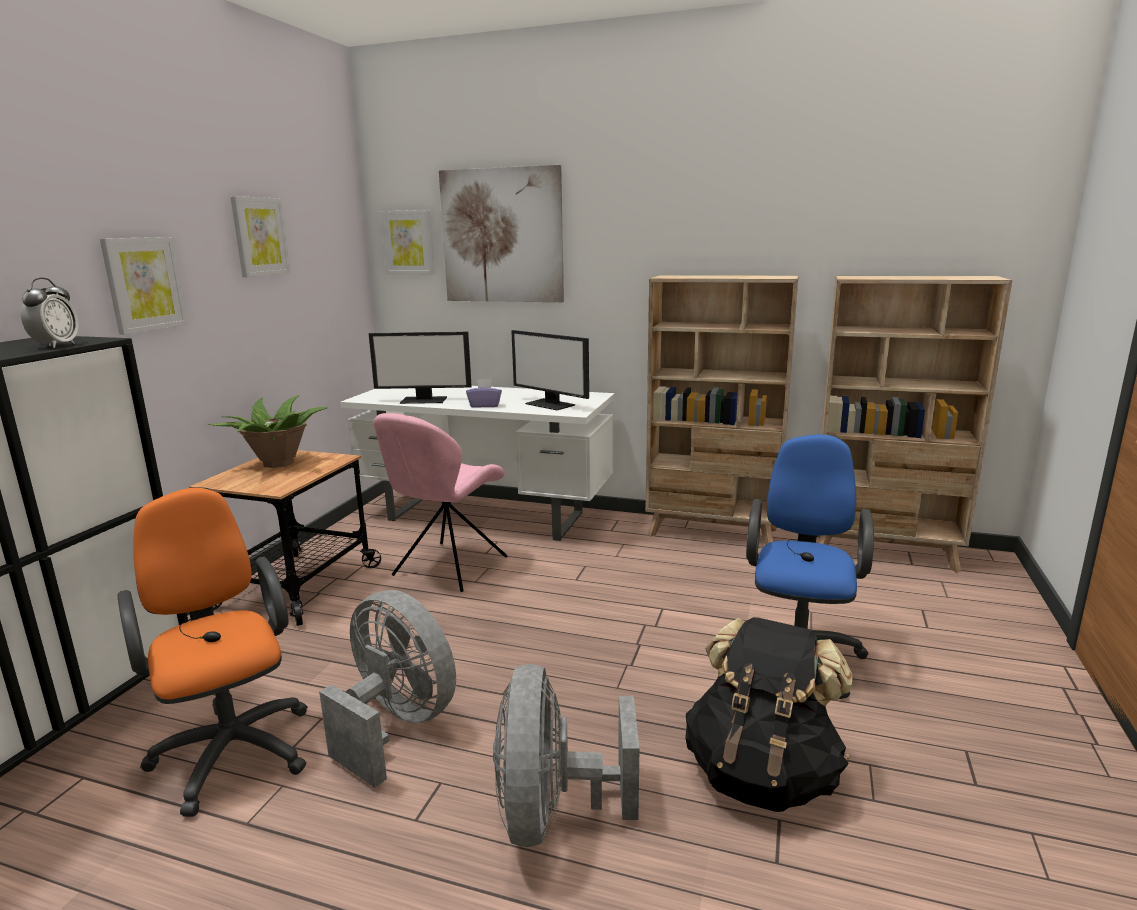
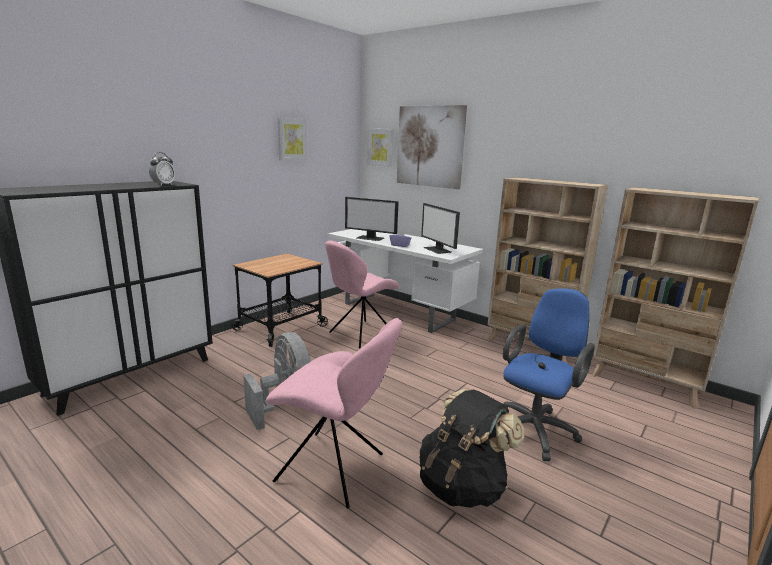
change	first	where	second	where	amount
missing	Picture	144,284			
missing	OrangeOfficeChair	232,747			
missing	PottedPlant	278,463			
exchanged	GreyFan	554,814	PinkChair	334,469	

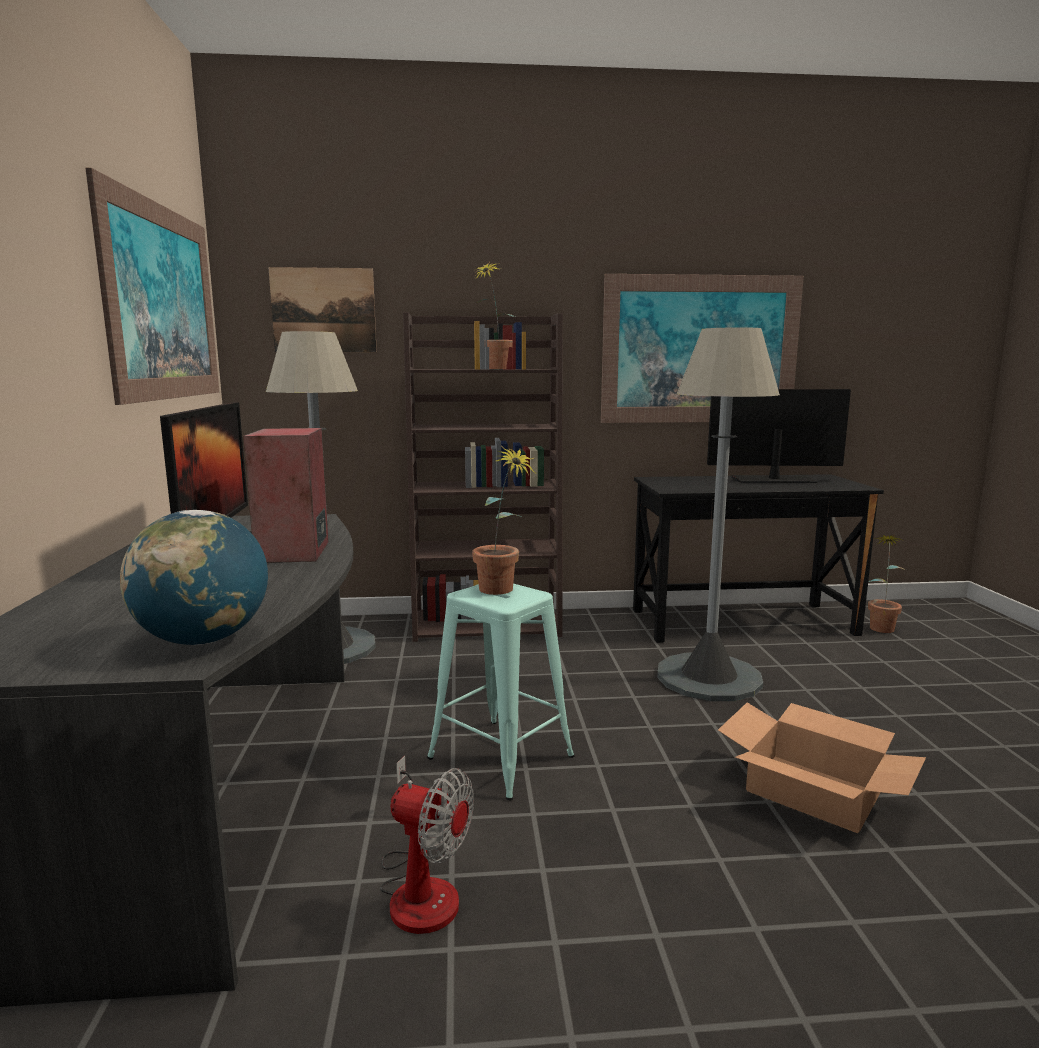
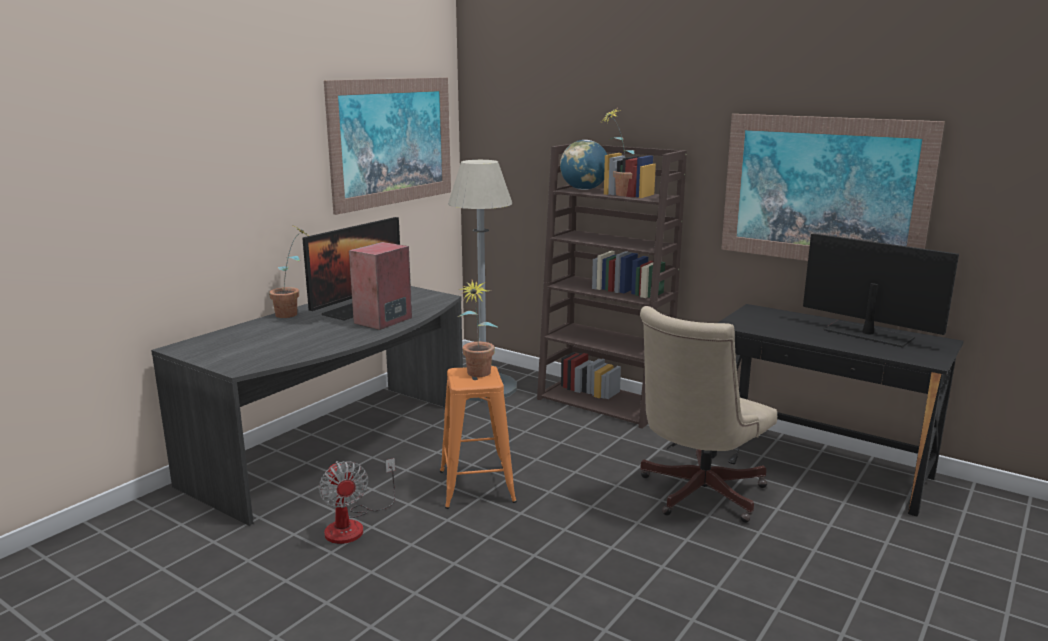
change	first	where	second	where	amount
relocated	Globe	203,640		584,189	
missing	Picture	323,310			
colour	TurquoiseStool	500,757	OrangeStool	476,486	
exchanged	GreyFloorLamp	709,678	BeigeOfficeChair	696,495	
missing	CardboardBox	813,791			
relocated	PottedPlant	881,626		293,313	

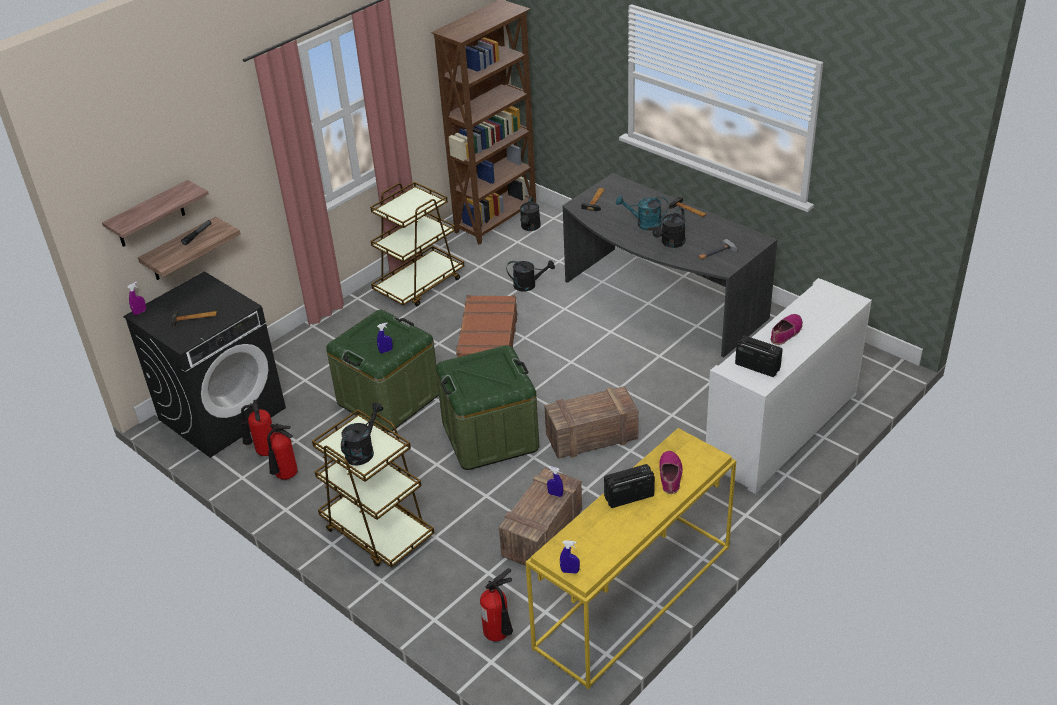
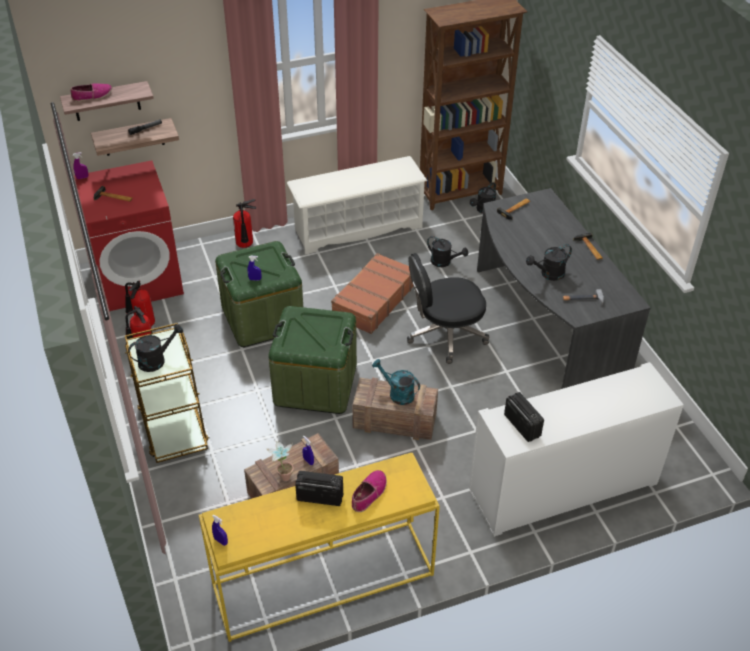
change	first	where	second	where	amount
colour	BlackWashingMachine	222,413	RedWashingMachine	138,279	
exchanged	BrownCart	420,285	WhiteShoeRack	357,228	
relocated	FireExtinguisher	500,635		246,246	
relocated	TurquoiseWateringCan	644,224		397,393	
relocated	Shoe	786,333		92,96	
appeared			PottedPlant	283,475	
appeared			BlackOfficeChair	445,335	

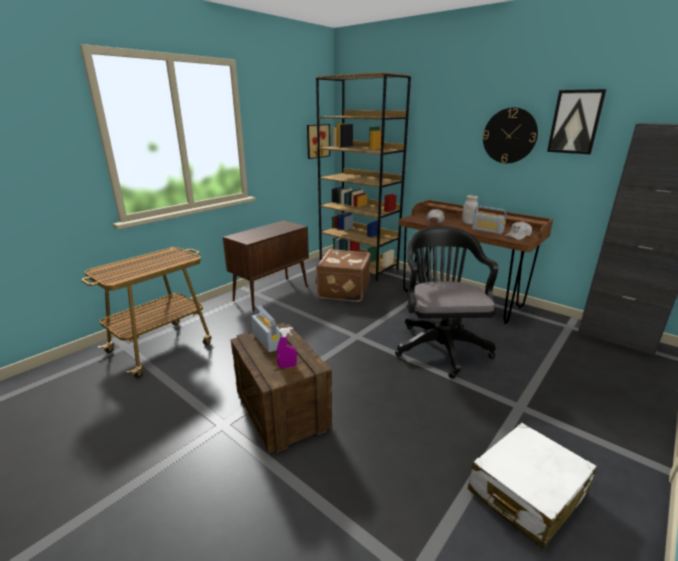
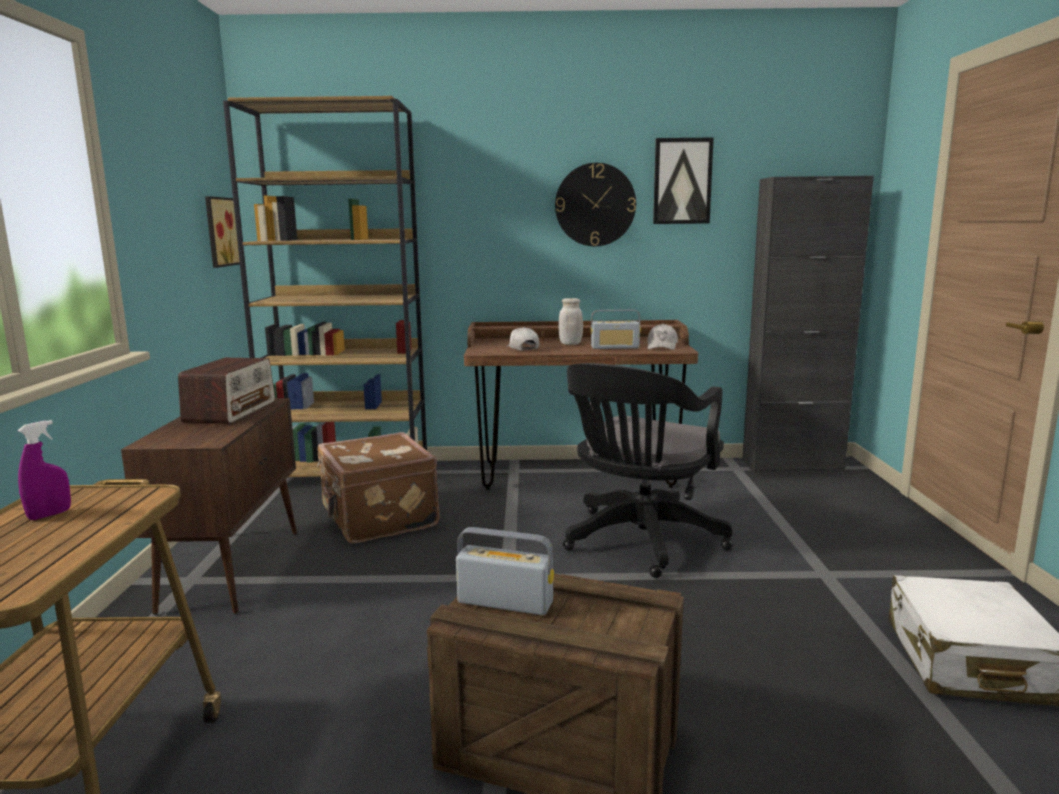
change	first	where	second	where	amount
relocated	PurpleSprayBottle	287,366		49,515	
spun	BlackOfficeChair	440,345		639,542	105 degrees counterclockwise
appeared			Radio	231,411	

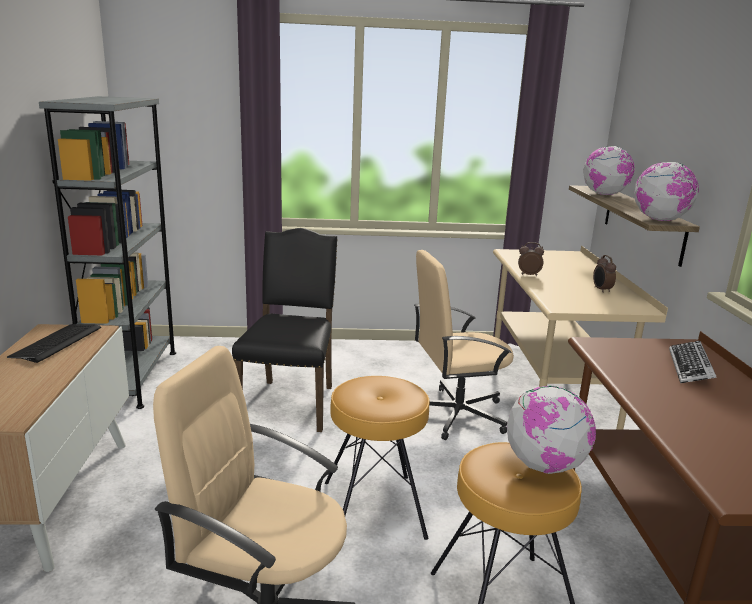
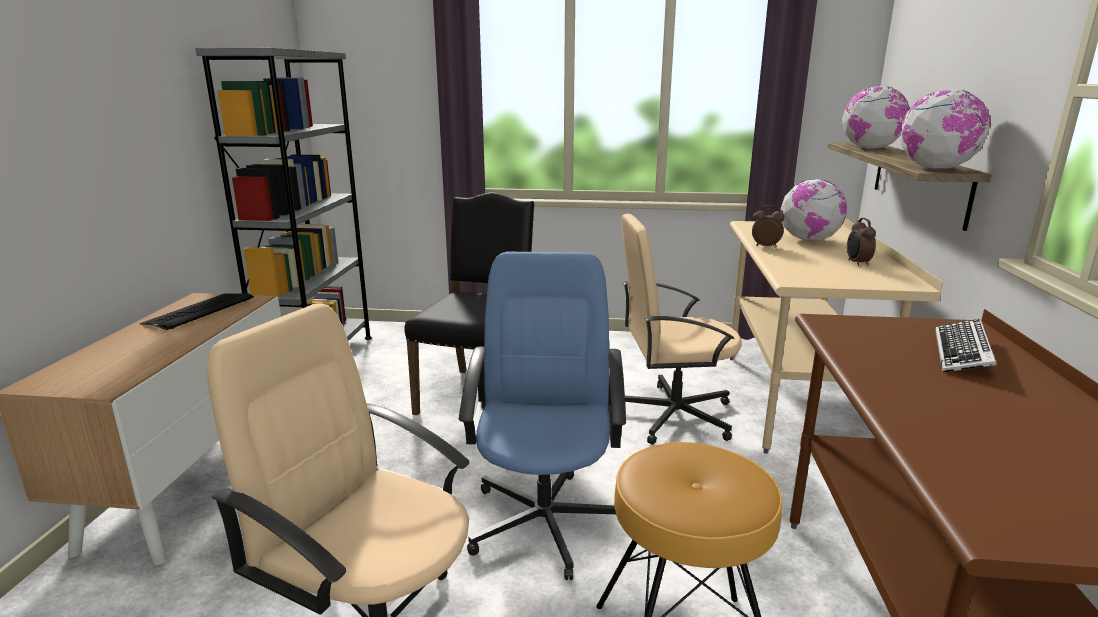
change	first	where	second	where	amount
exchanged	BrownStool	374,508	BlueOfficeChair	545,520	
relocated	Globe	545,465		809,240	

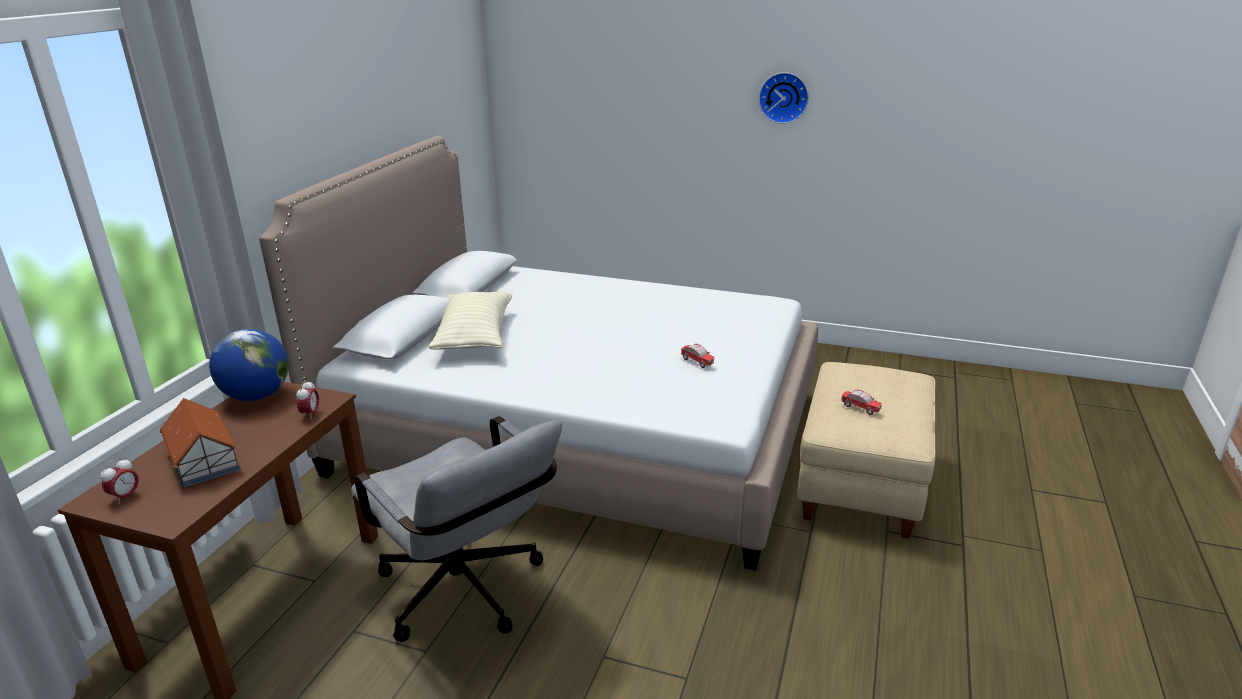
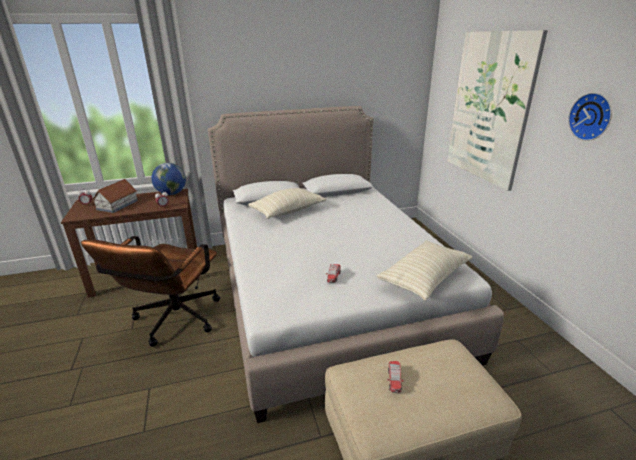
change	first	where	second	where	amount
colour	GreyOfficeChair	468,596	BrownOfficeChair	173,322	
appeared			BeigePillow	424,278	
appeared			Picture	489,108	

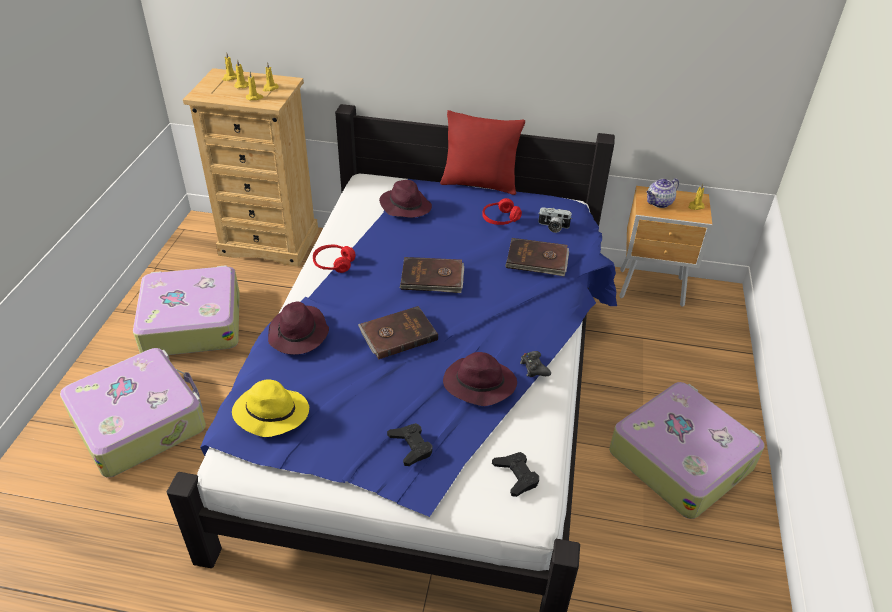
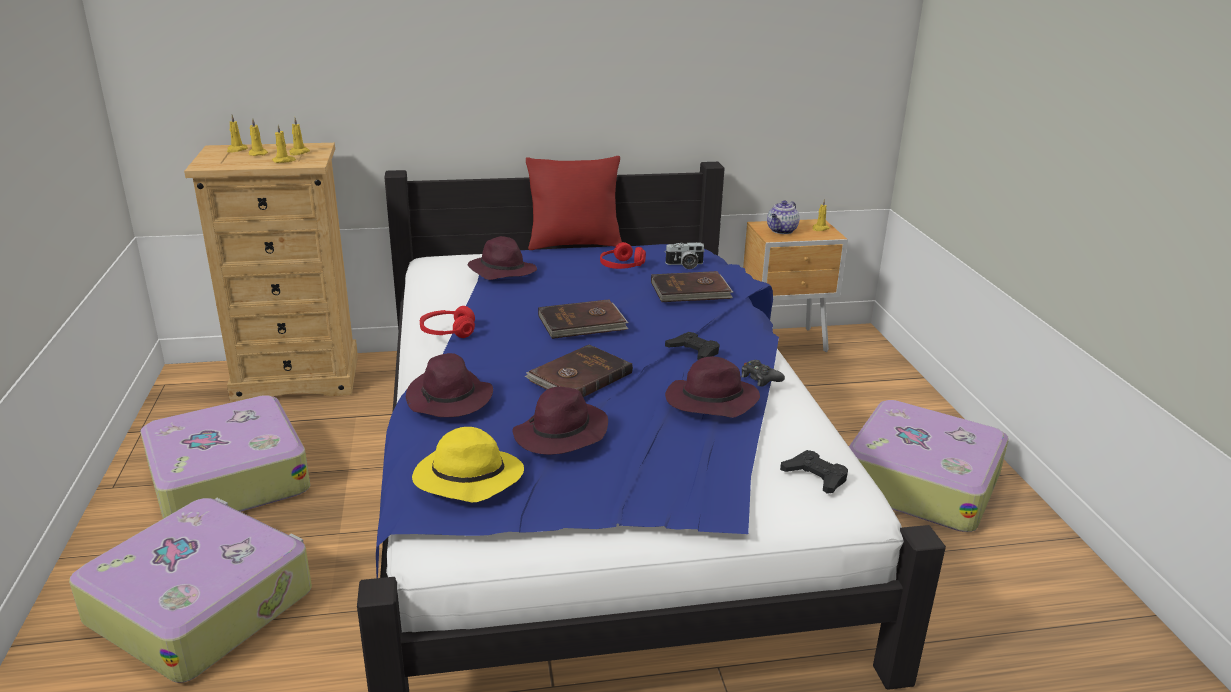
change	first	where	second	where	amount
relocated	BlackGameController	411,446		693,351	
appeared			PurpleHat	560,435	

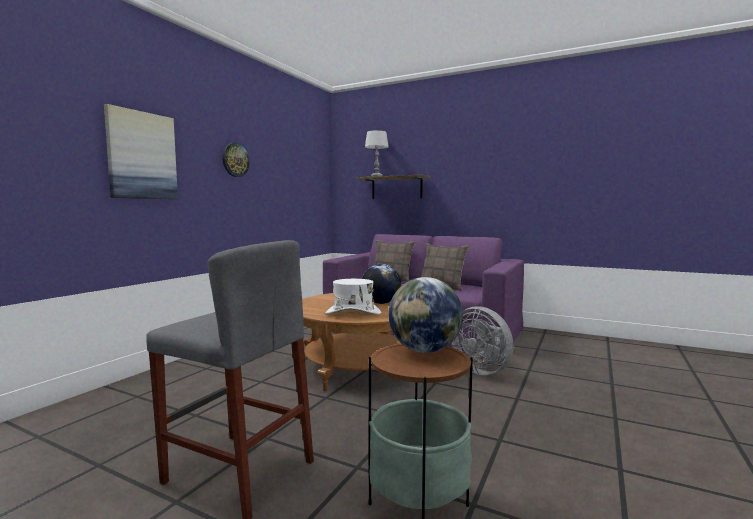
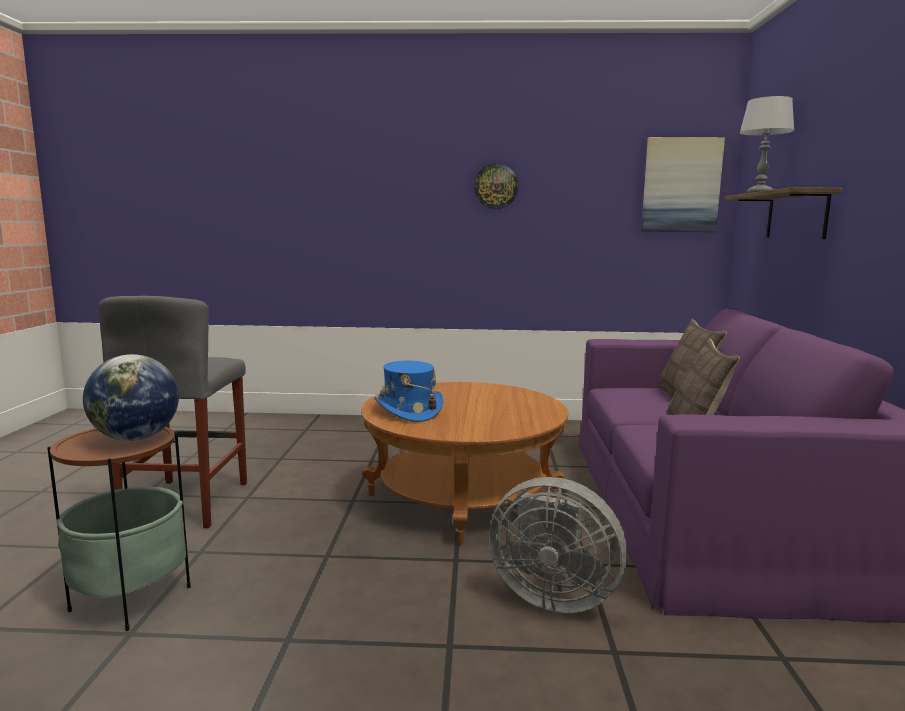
change	first	where	second	where	amount
relocated	Picture	142,155		681,185	
colour	WhiteHat	353,313	BlueHat	408,410	
missing	Globe	381,303			
spun	GreyFan	482,370		552,596	90 degrees counterclockwise

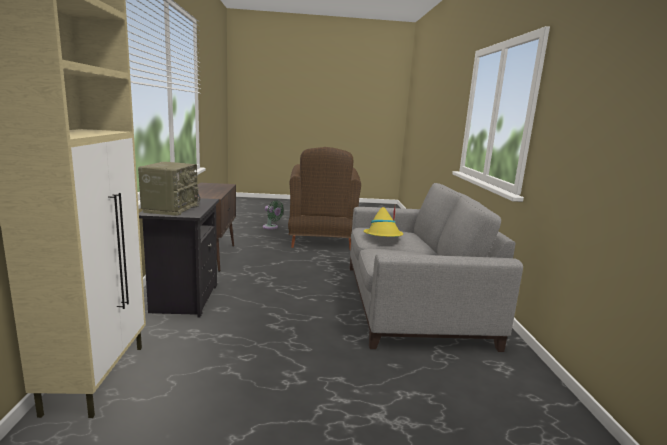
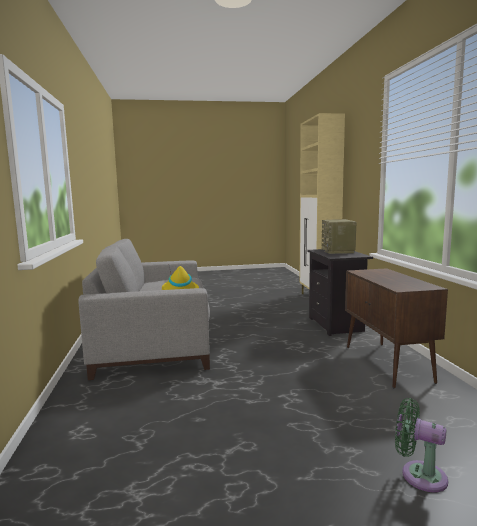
change	first	where	second	where	amount
missing	BrownArmchair	321,242			

